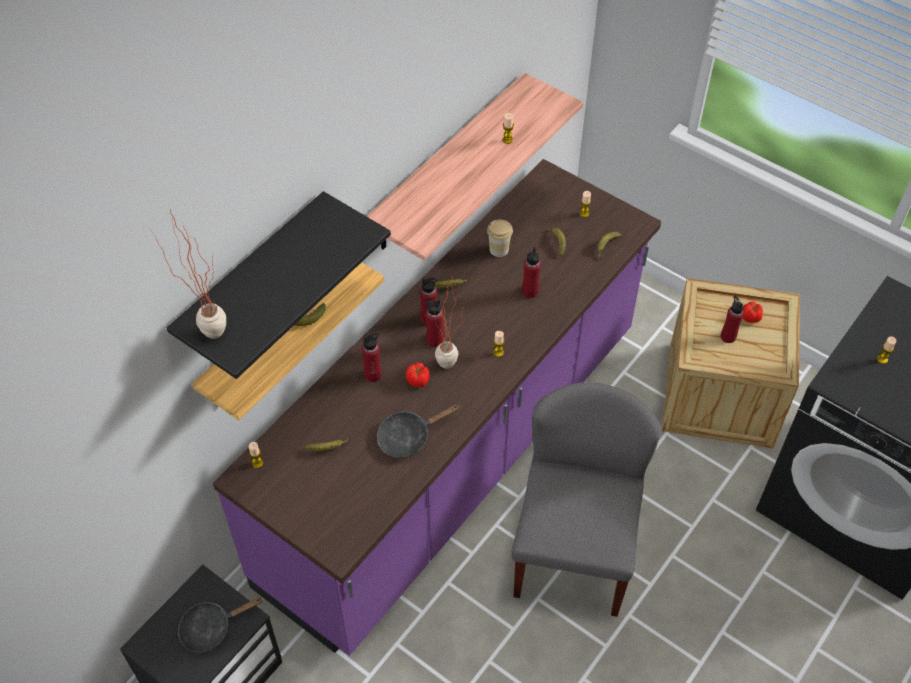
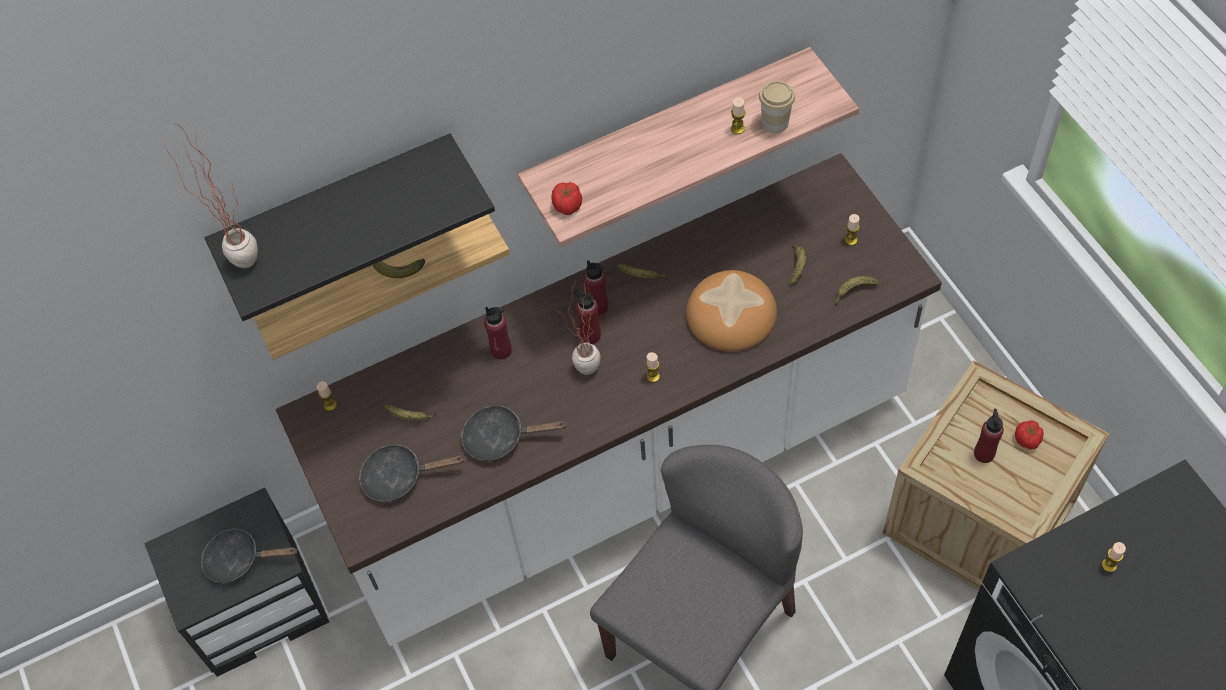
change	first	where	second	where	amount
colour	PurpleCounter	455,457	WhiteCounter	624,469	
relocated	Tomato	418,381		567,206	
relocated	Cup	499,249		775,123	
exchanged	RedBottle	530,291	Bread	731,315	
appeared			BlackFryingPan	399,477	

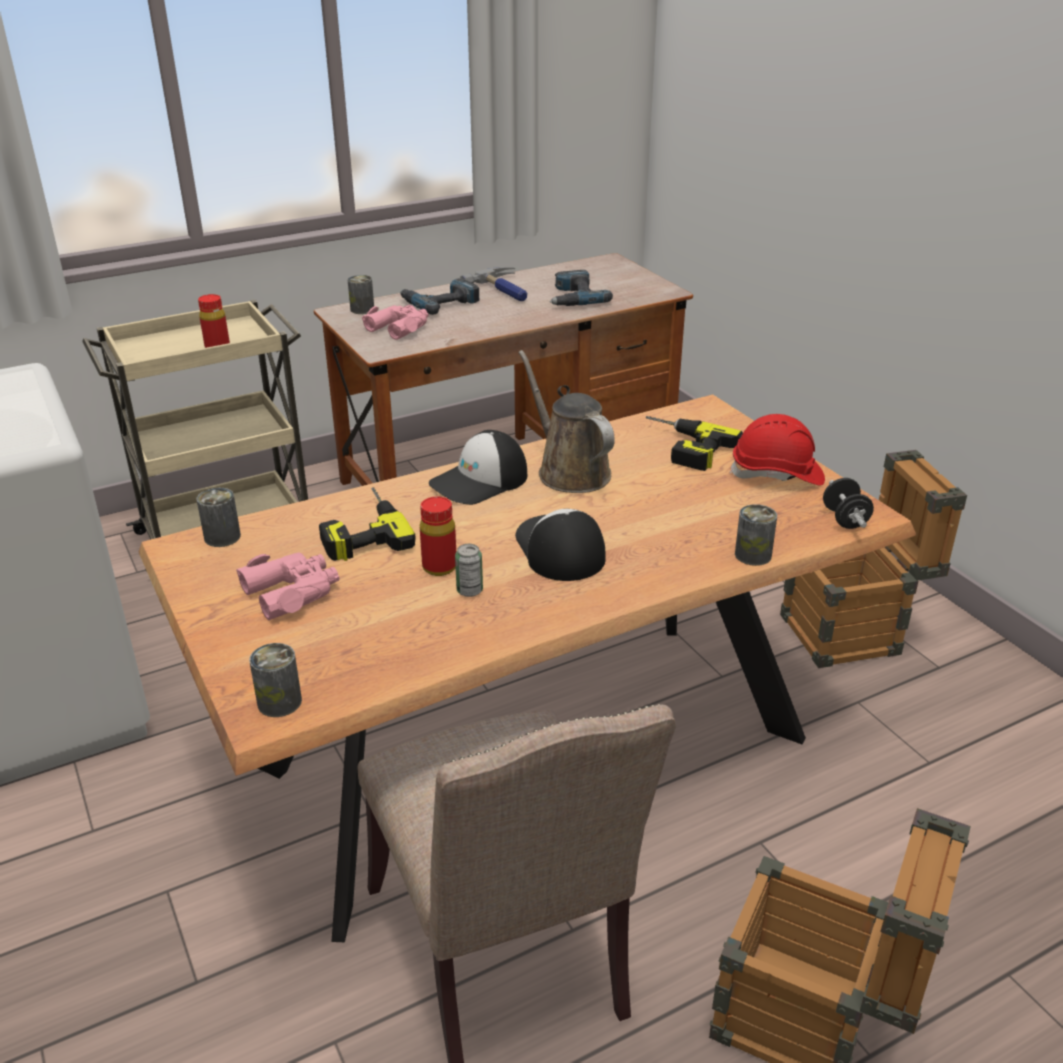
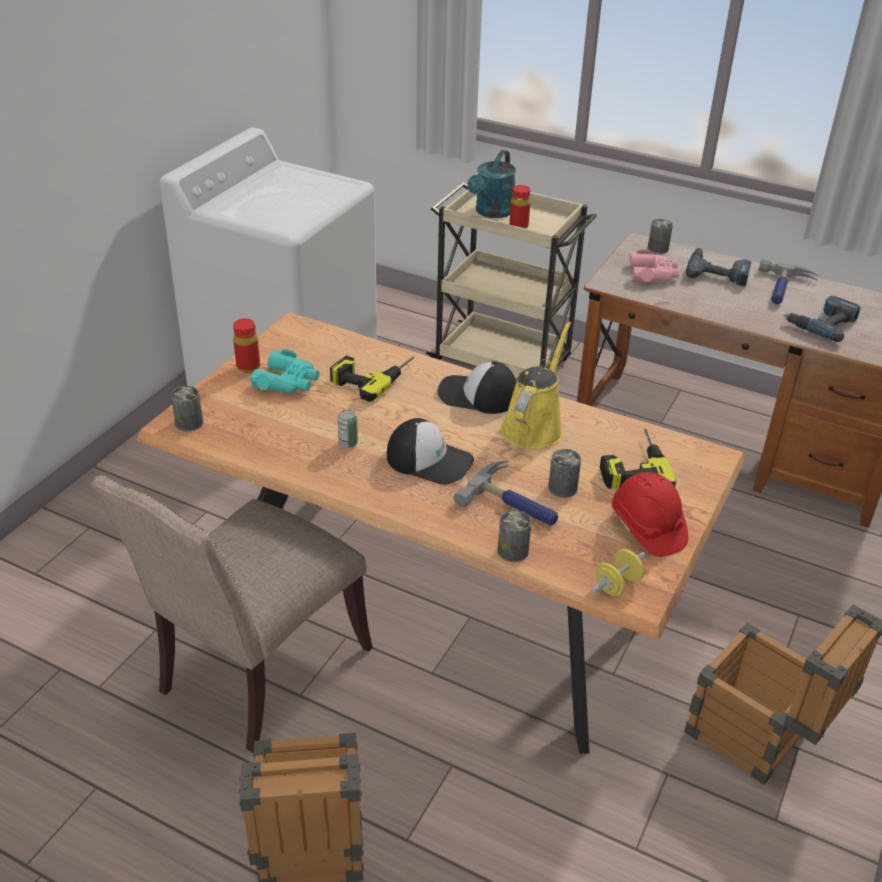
change	first	where	second	where	amount
relocated	Can	222,537		562,488	
colour	PinkBinoculars	292,591	TurquoiseBinoculars	287,381	
relocated	RedBottle	439,567		248,367	
spun	Cap	559,549		430,460	75 degrees clockwise
colour	BrownWateringCan	569,471	YellowWateringCan	534,426	
colour	BlackDumbbell	845,519	YellowDumbbell	617,585	
appeared			Hammer	515,503	
appeared			TurquoiseWateringCan	491,212	

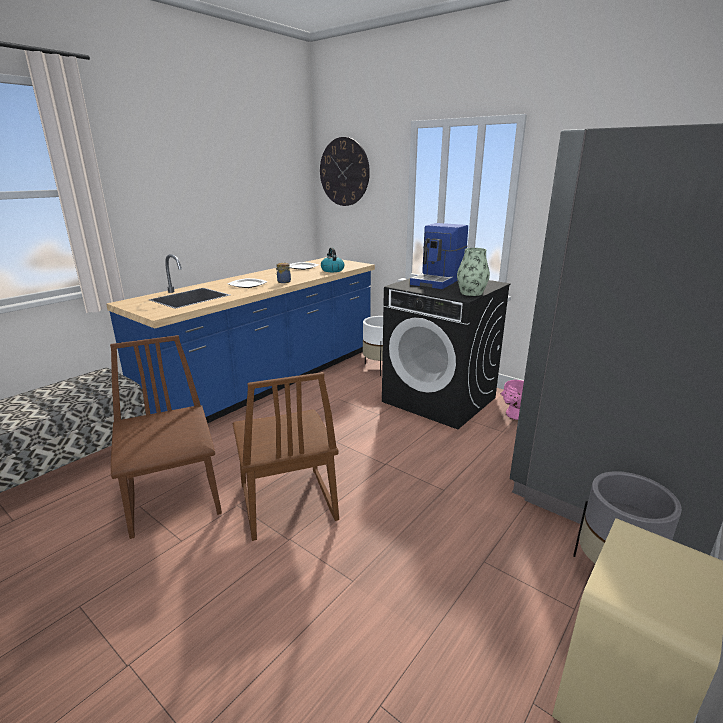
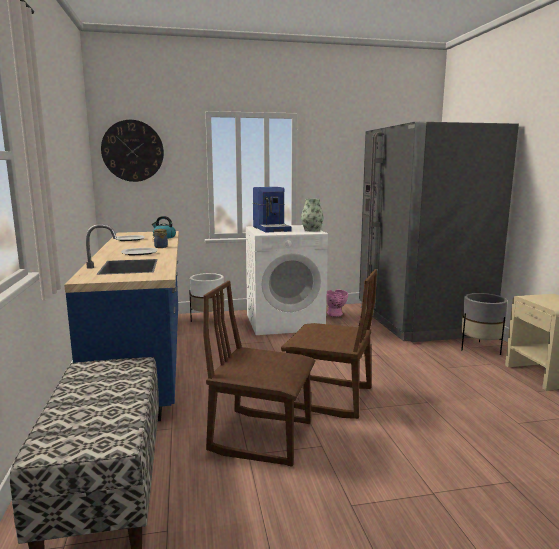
change	first	where	second	where	amount
colour	BlackWashingMachine	440,400	WhiteWashingMachine	284,322	

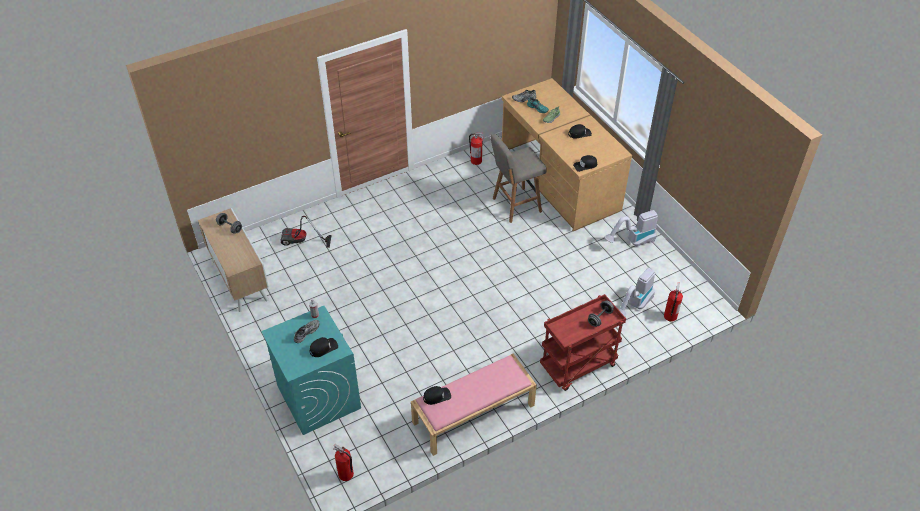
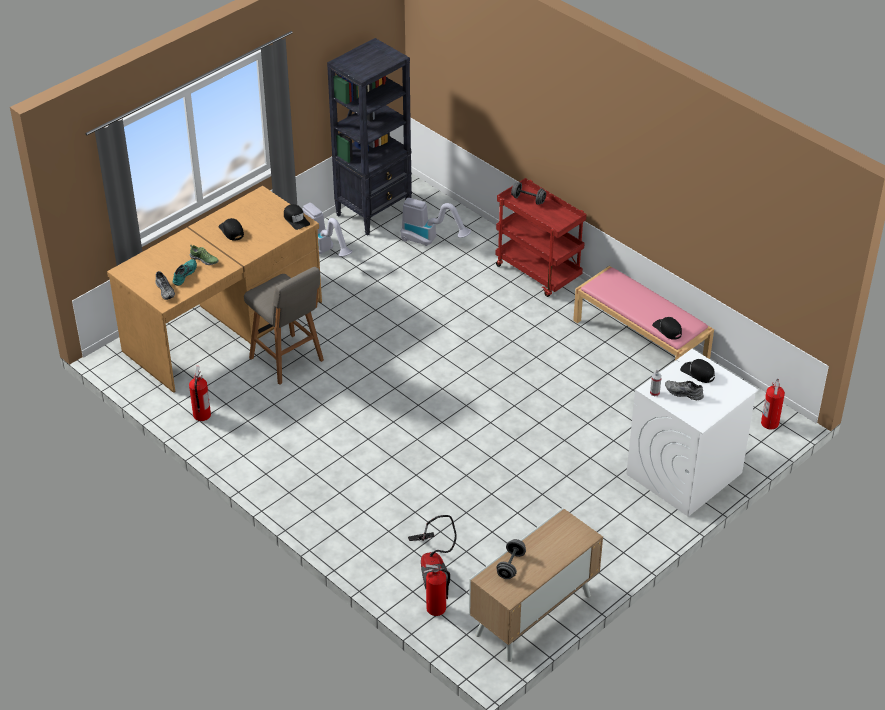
change	first	where	second	where	amount
colour	TurquoiseWashingMachine	318,396	WhiteWashingMachine	684,474	
relocated	FireExtinguisher	670,316		436,609	
appeared			BlackBookcase	374,212	

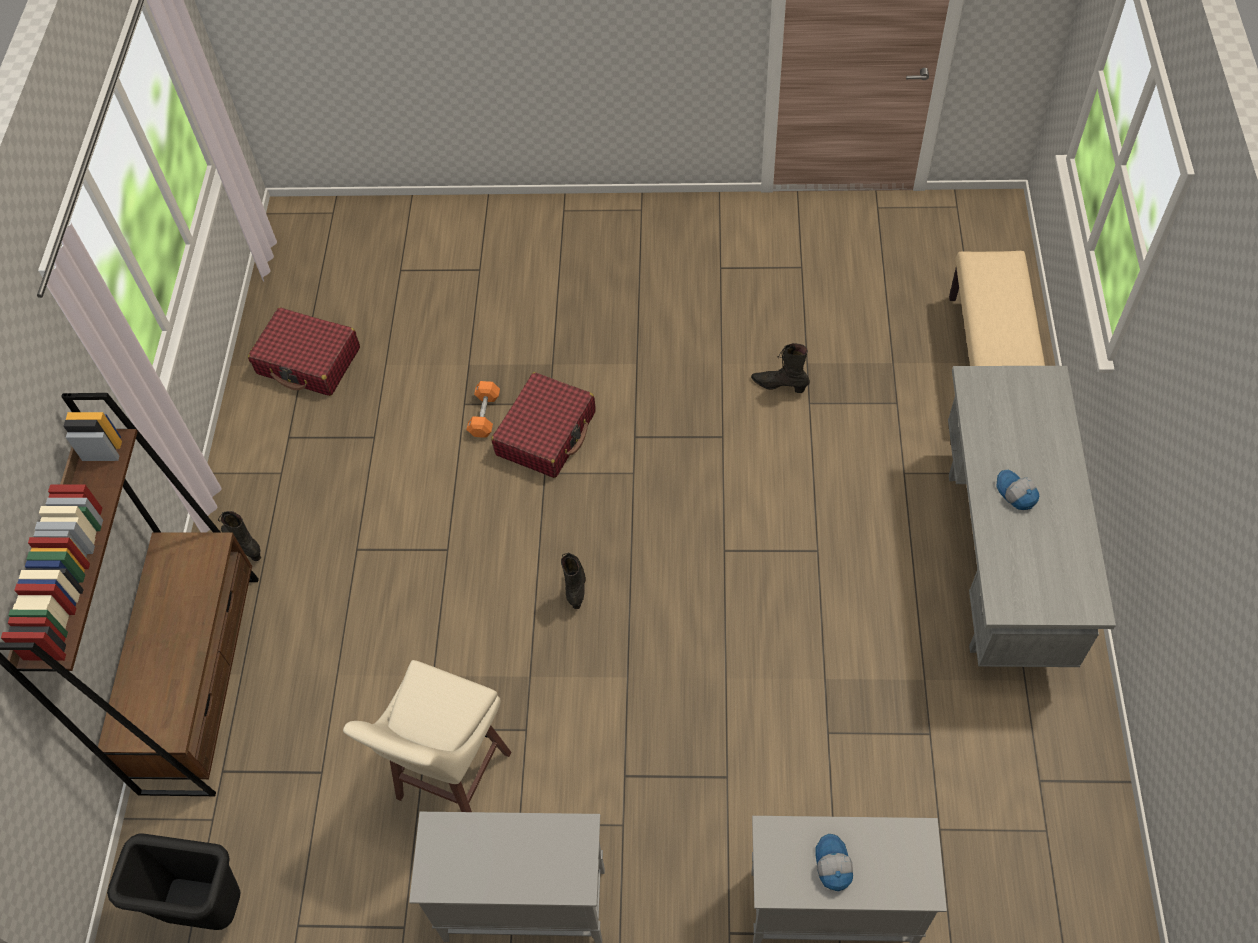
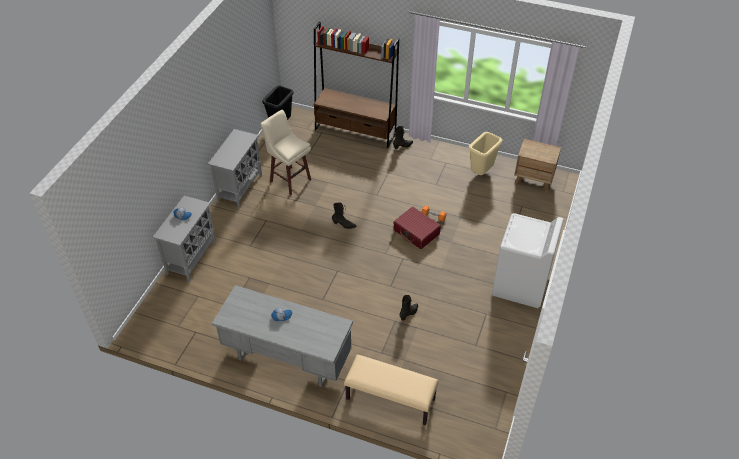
change	first	where	second	where	amount
exchanged	RedSuitcase	309,361	BeigeTrashCan	481,173	
appeared			WhiteWashingMachine	520,285	
appeared			BrownNightstand	533,180	

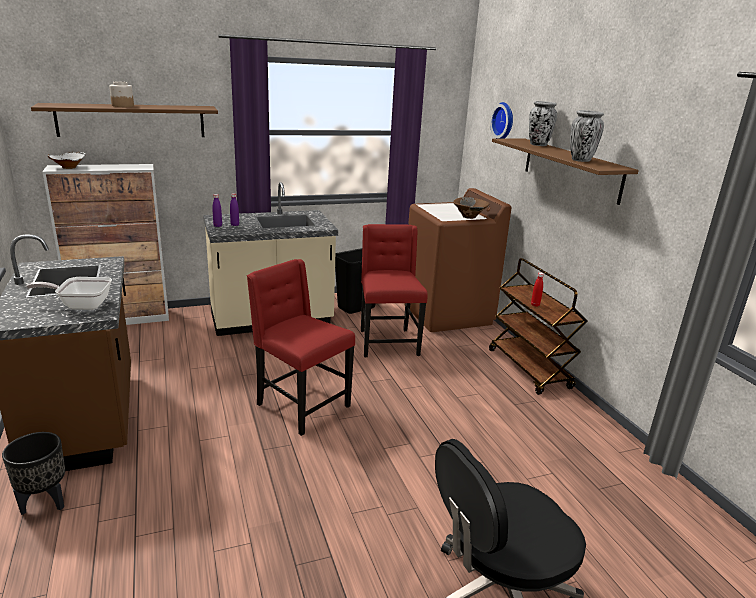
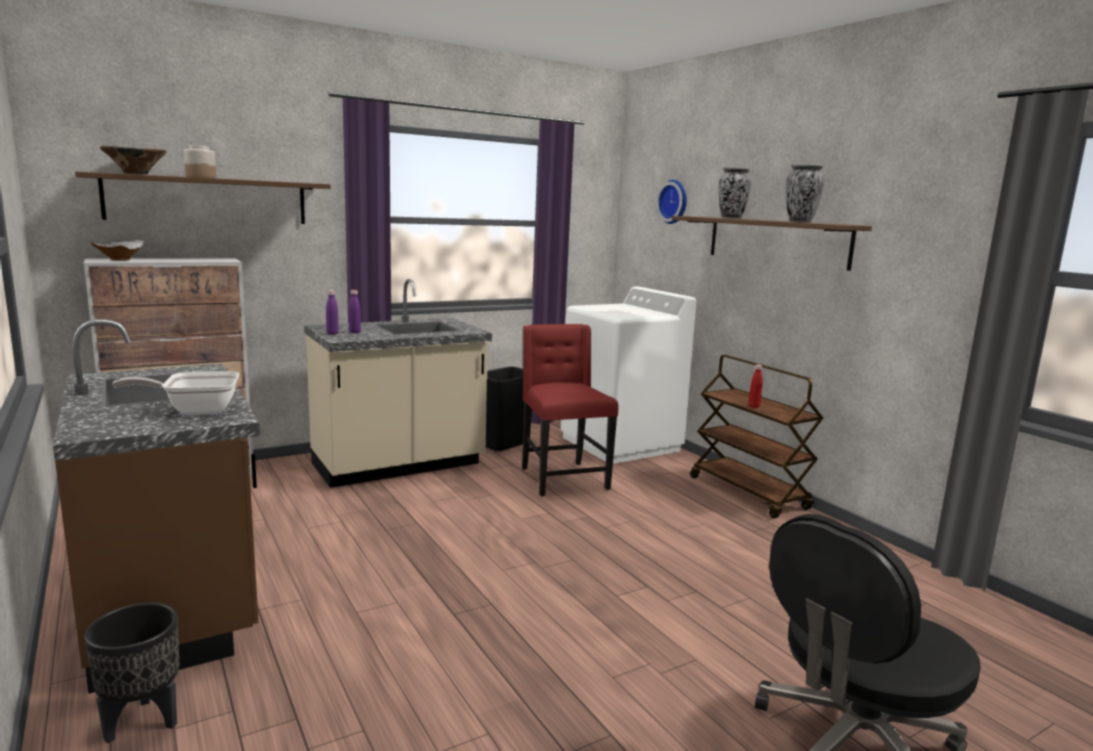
change	first	where	second	where	amount
missing	RedChair	300,406			
colour	BrownWashingMachine	447,314	WhiteWashingMachine	621,444	
relocated	BrownBowl	469,217		135,174	

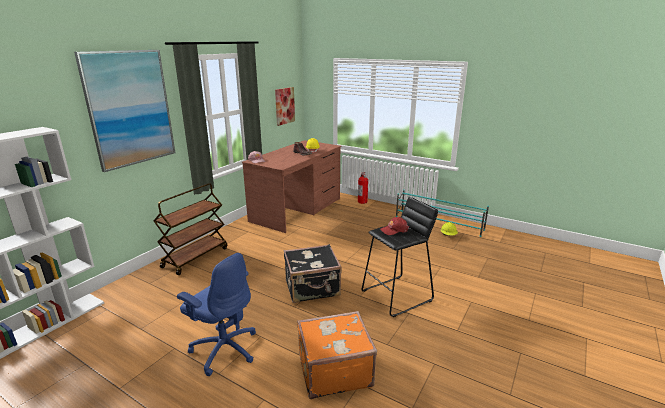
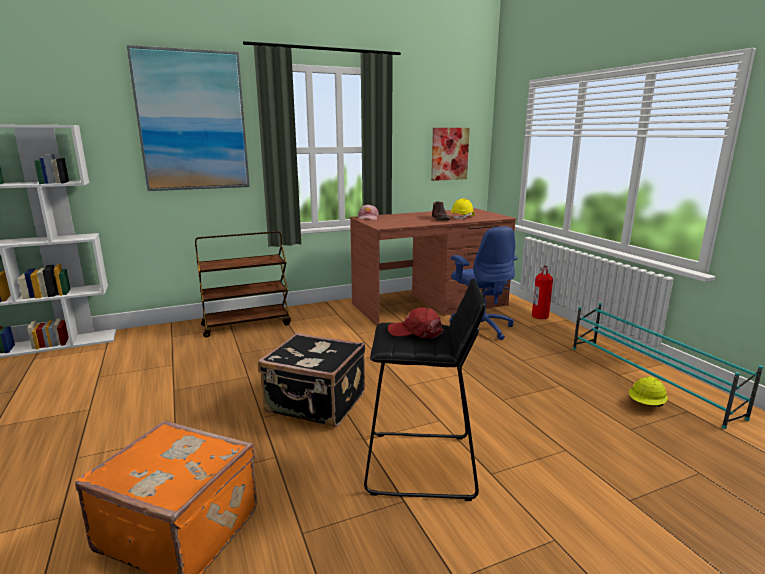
change	first	where	second	where	amount
relocated	BlueOfficeChair	224,349		480,328	

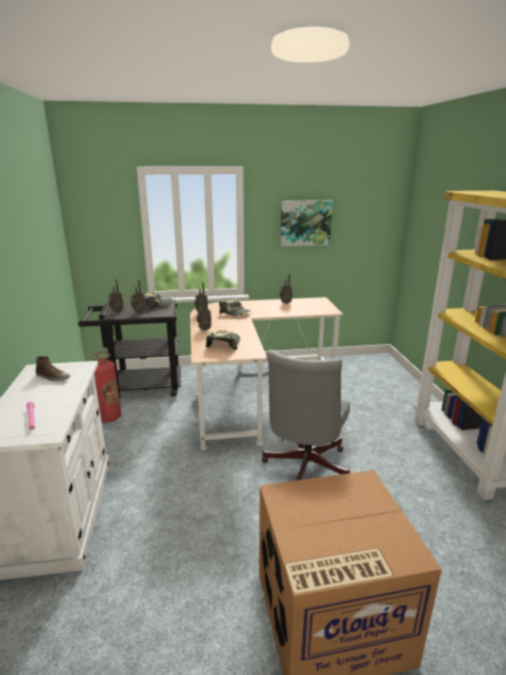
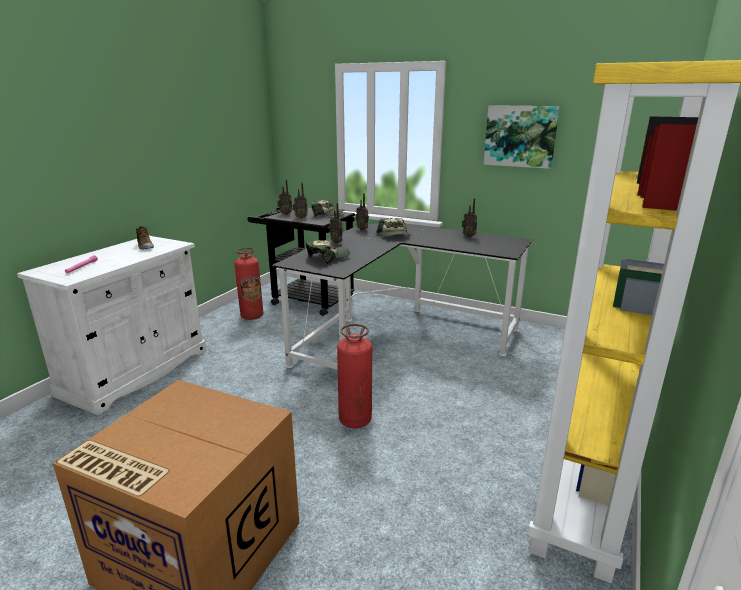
change	first	where	second	where	amount
colour	BeigeDesk	252,393	BlackDesk	399,334	
exchanged	GreyOfficeChair	304,468	FireExtinguisher	355,420	

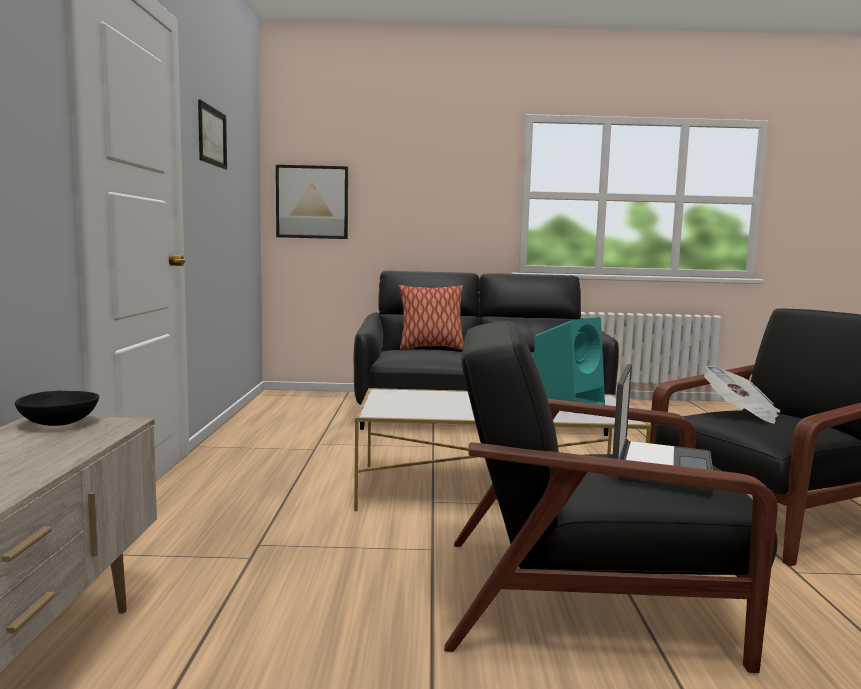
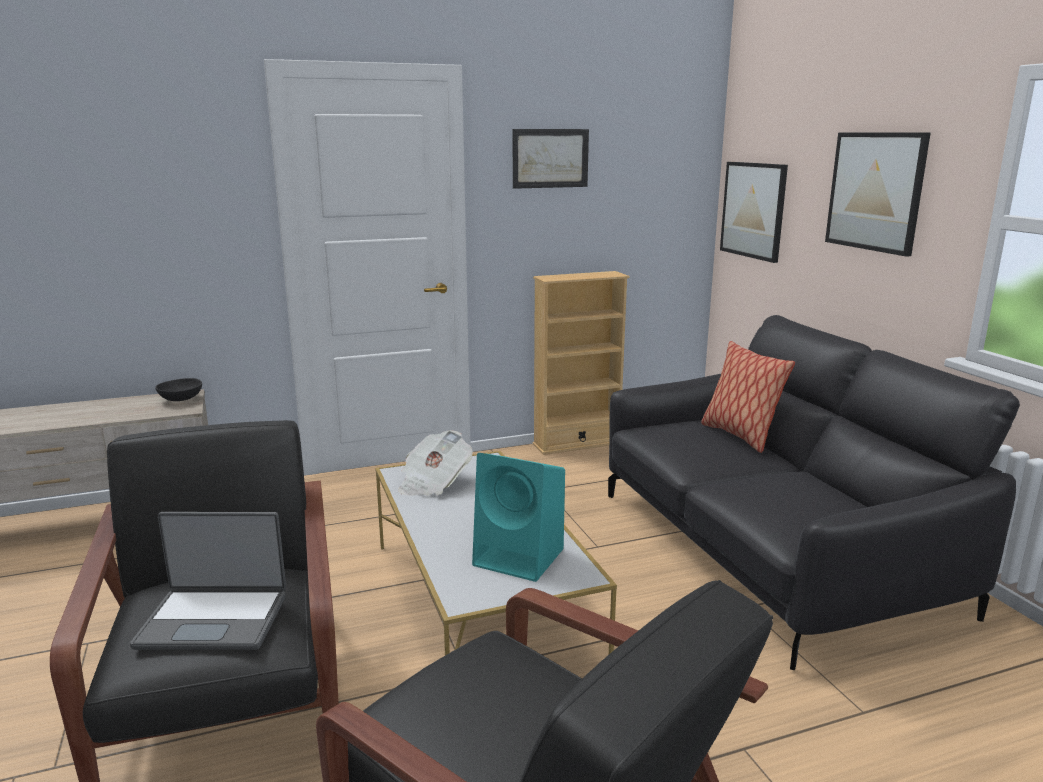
change	first	where	second	where	amount
relocated	Newspaper	740,414		433,483	
appeared			BeigeBookcase	577,443	
appeared			Picture	875,191	

